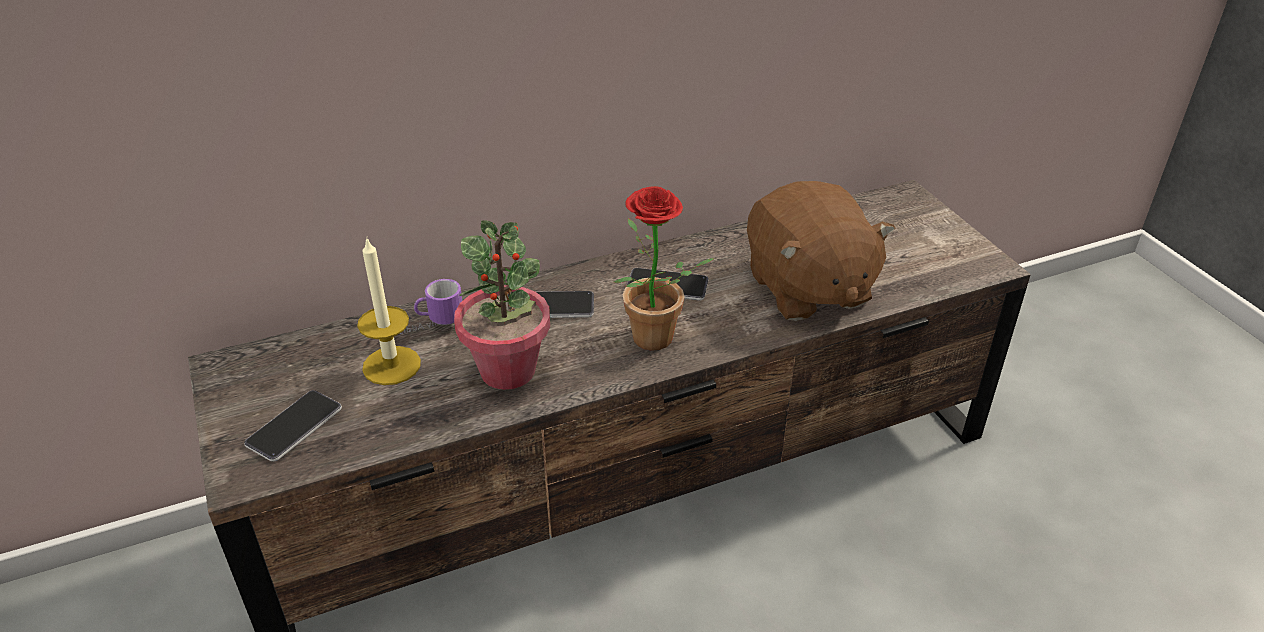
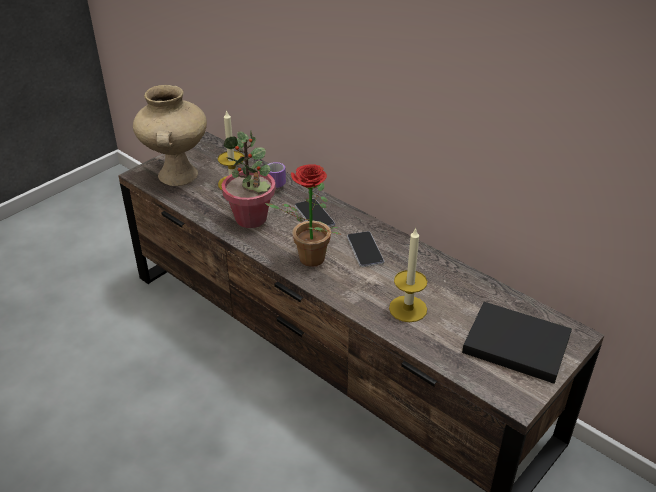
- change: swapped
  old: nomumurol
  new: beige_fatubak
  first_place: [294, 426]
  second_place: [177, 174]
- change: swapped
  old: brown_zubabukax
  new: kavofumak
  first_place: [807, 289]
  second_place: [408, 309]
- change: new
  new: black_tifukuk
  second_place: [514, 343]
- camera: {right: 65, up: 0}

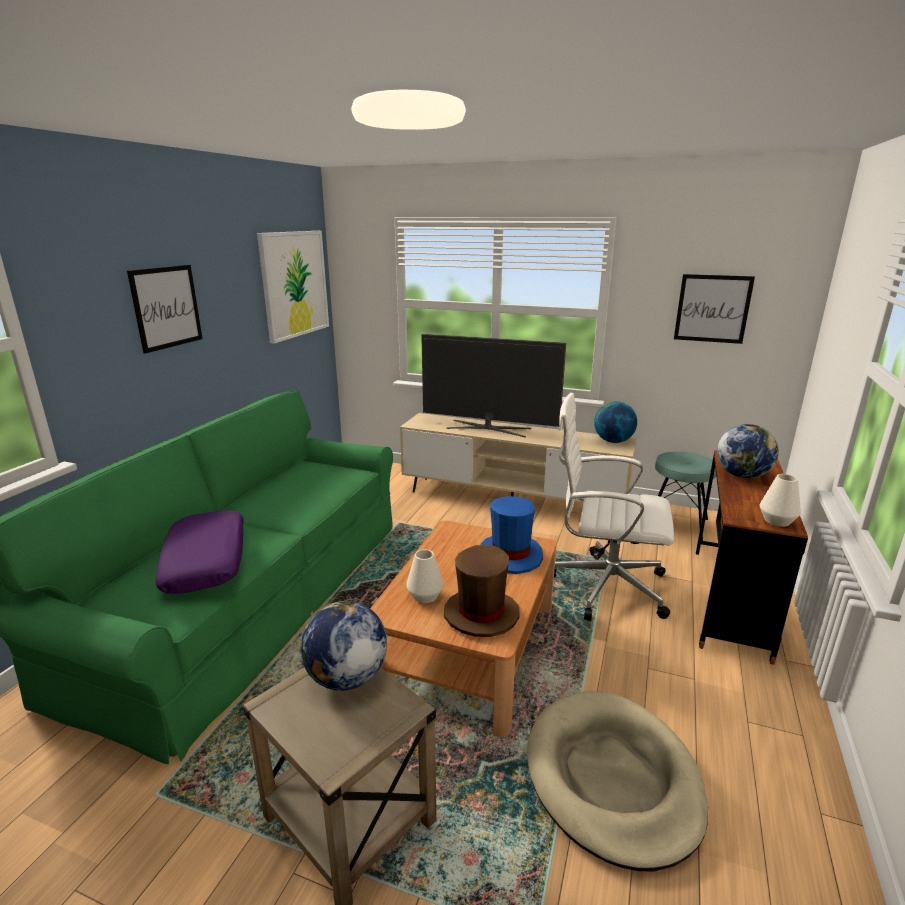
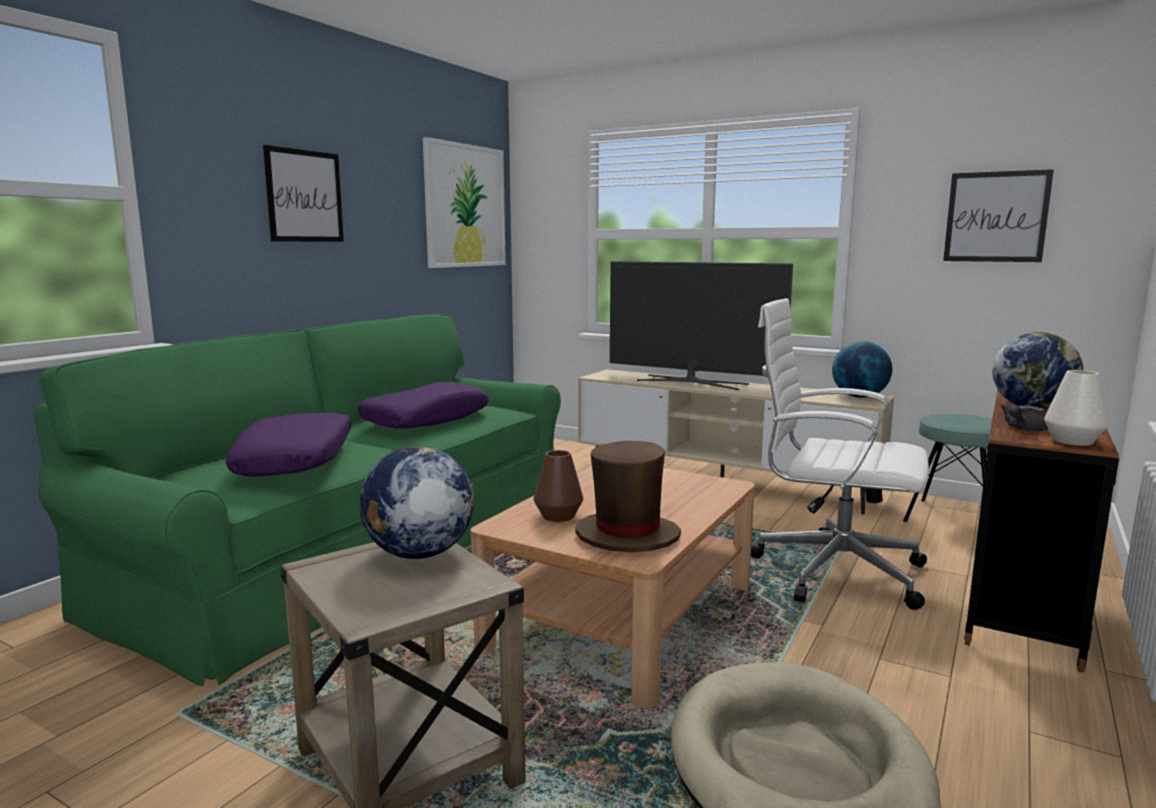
- change: new
  new: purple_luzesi
  second_place: [426, 419]
- change: repainted
  old: white_fatubak
  new: brown_fatubak
  first_place: [425, 596]
  second_place: [558, 516]
- change: new
  new: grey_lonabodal
  second_place: [1022, 429]
- change: gone
  old: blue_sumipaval
  first_place: [511, 555]
- camera: {right: 10, up: -10}

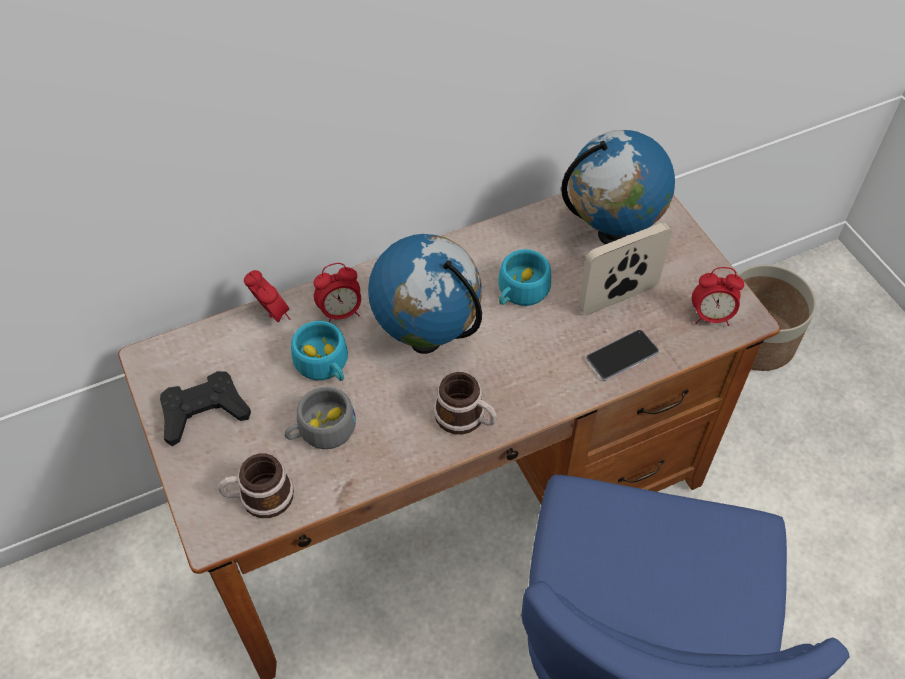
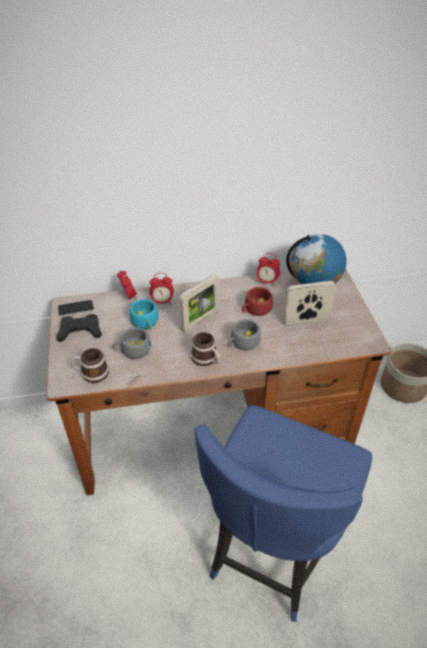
- change: shifted
  old: nomumurol
  first_place: [622, 356]
  second_place: [76, 309]
- change: swapped
  old: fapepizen
  new: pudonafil
  first_place: [427, 339]
  second_place: [200, 321]
- change: new
  new: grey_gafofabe
  second_place: [242, 343]
- change: repainted
  old: turquoise_gafofabe
  new: red_gafofabe
  first_place: [519, 292]
  second_place: [255, 309]
- change: shifted
  old: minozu
  first_place: [711, 316]
  second_place: [266, 282]
- camera: {right: 15, up: -10}

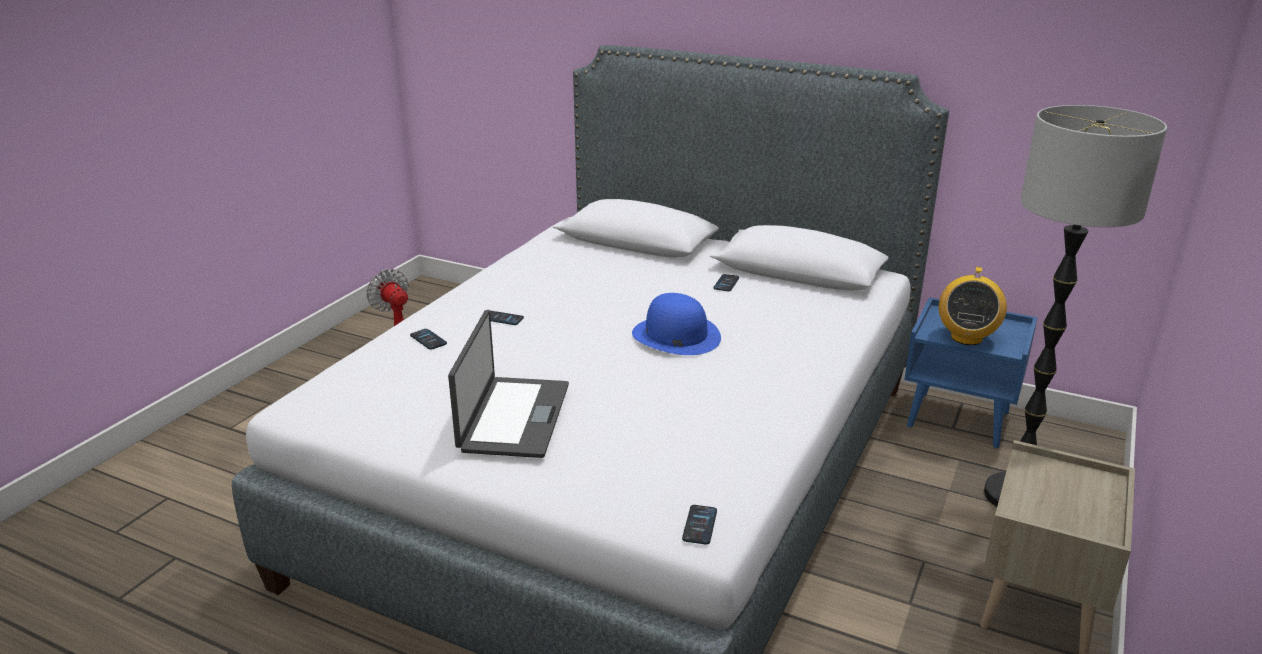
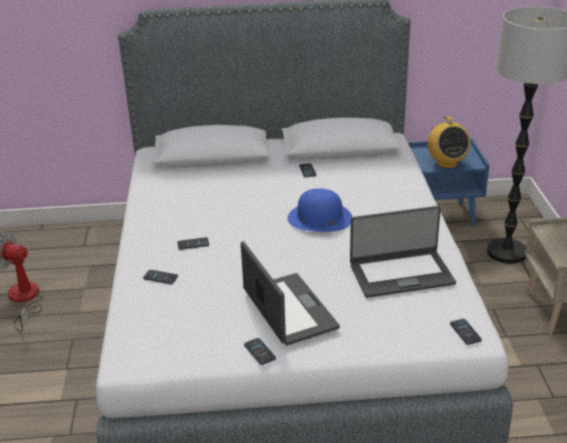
- change: new
  new: nomumurol
  second_place: [259, 352]
- change: new
  new: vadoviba
  second_place: [401, 274]
- camera: {right: -30, up: 5}

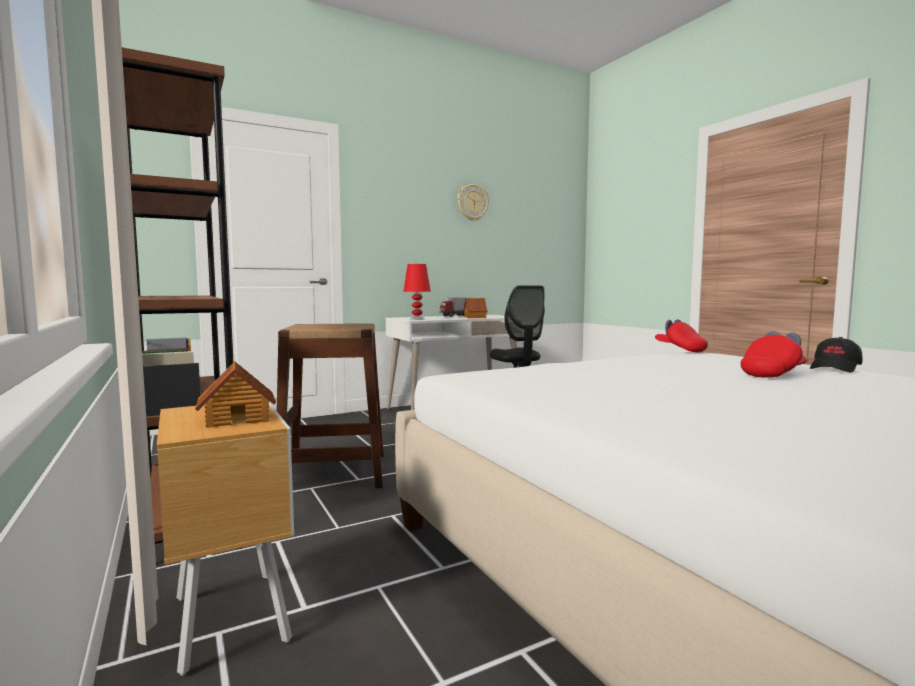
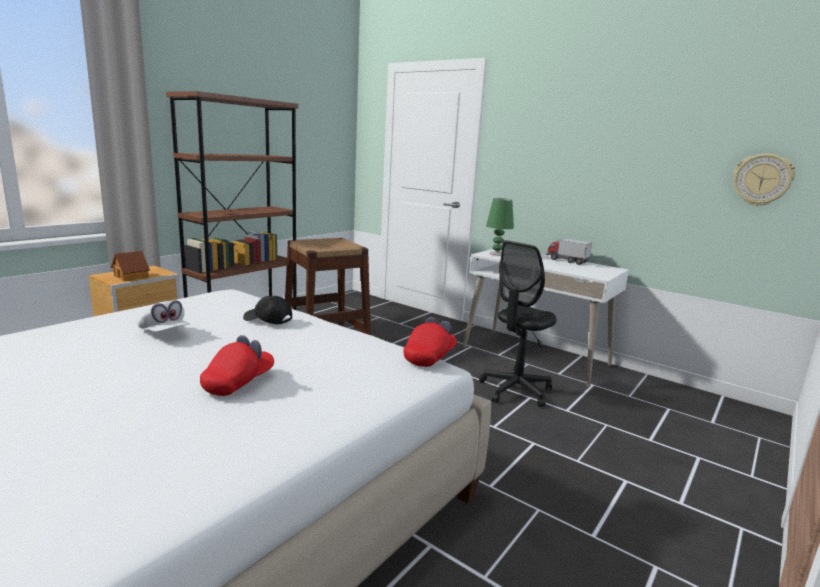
- change: new
  new: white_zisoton
  second_place: [164, 333]
- change: rotated
  old: red_zisoton
  first_place: [773, 374]
  second_place: [238, 382]
  degrees: -90
- change: shifted
  old: black_zisoton
  first_place: [835, 368]
  second_place: [267, 320]
- change: repainted
  old: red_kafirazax
  new: green_kafirazax
  first_place: [417, 319]
  second_place: [497, 254]
- change: shifted
  old: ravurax
  first_place: [472, 202]
  second_place: [762, 180]
- change: gone
  old: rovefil
  first_place: [474, 317]
- camera: {right: 65, up: 10}

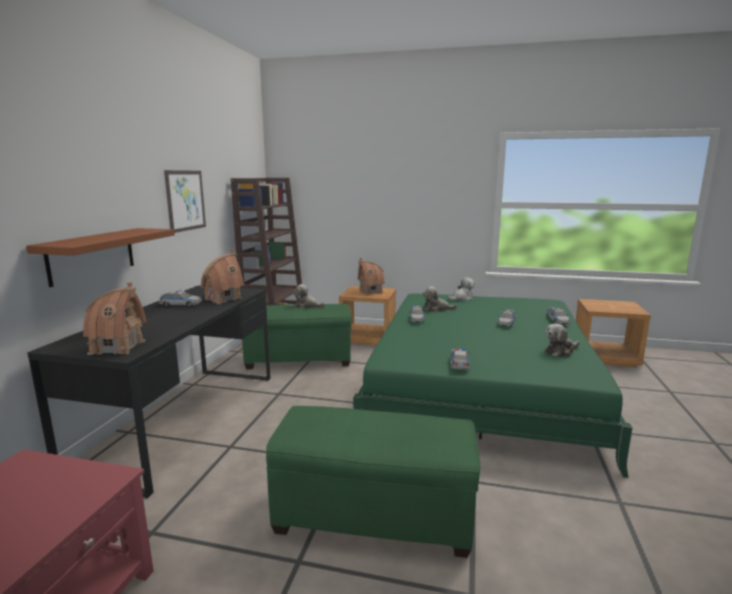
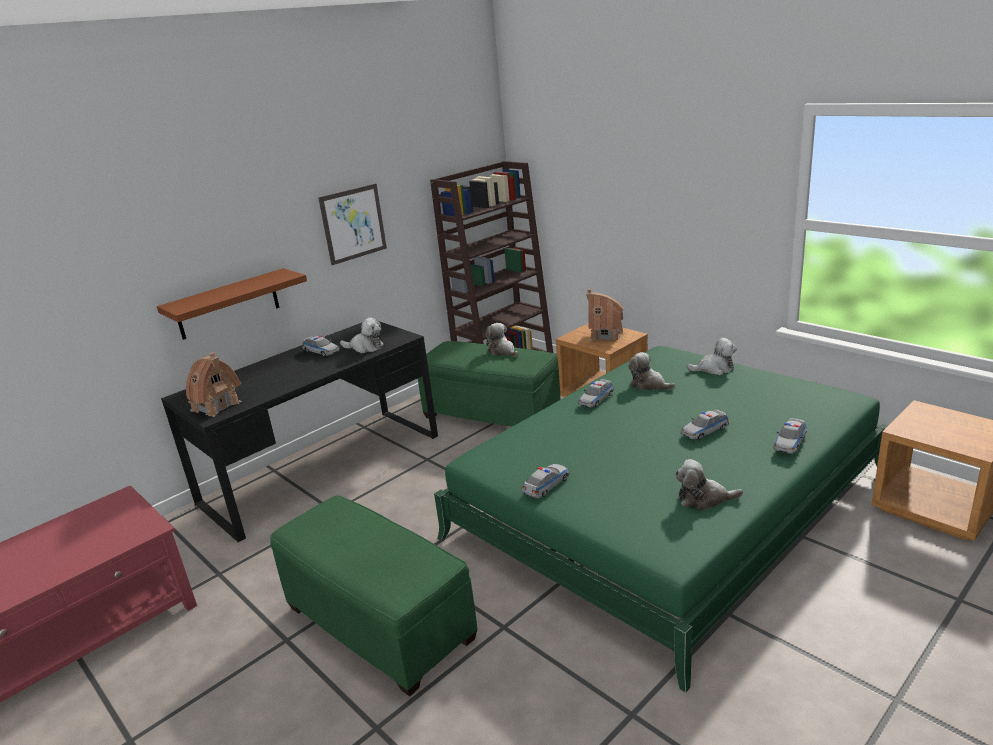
- change: swapped
  old: rovefil
  new: zubabukax
  first_place: [222, 298]
  second_place: [365, 347]
- camera: {right: 35, up: 10}

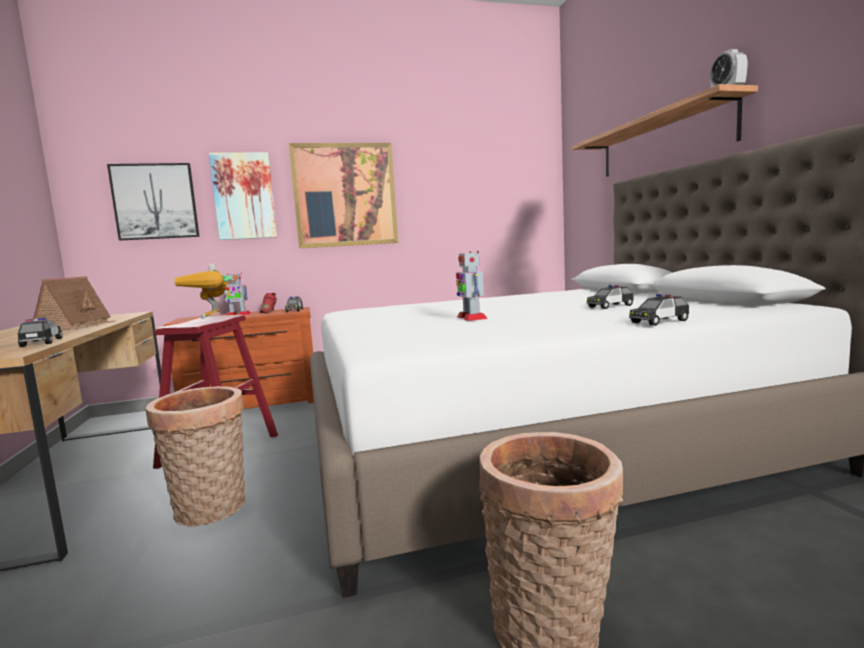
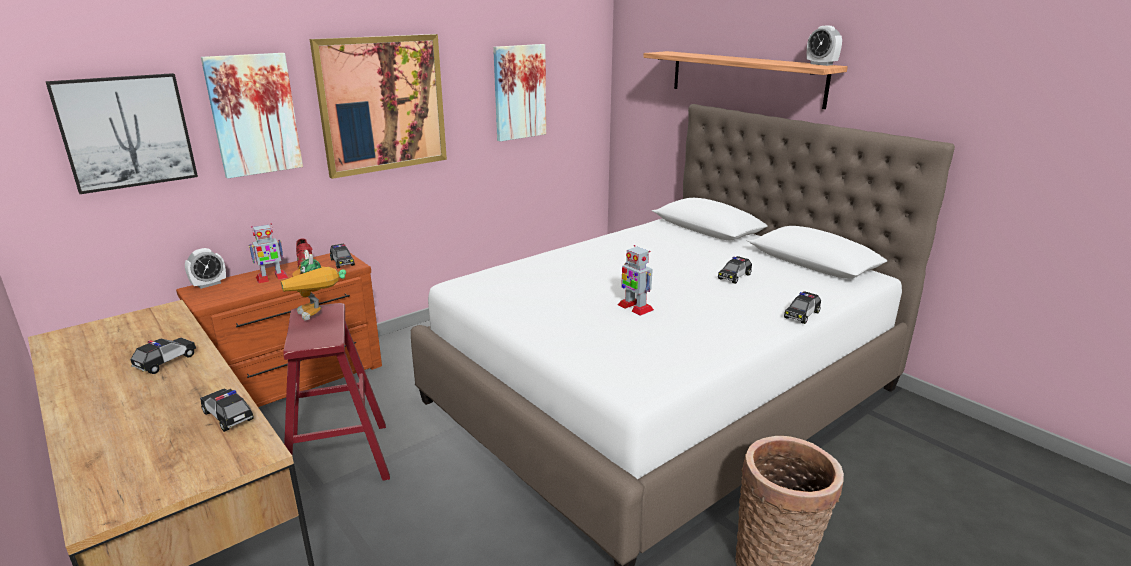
- change: swapped
  old: rovefil
  new: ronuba
  first_place: [76, 326]
  second_place: [165, 362]
- change: new
  new: minozu
  second_place: [209, 284]
- change: new
  new: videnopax
  second_place: [519, 92]
- change: gone
  old: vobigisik
  first_place: [210, 511]
- camera: {right: -25, up: 15}

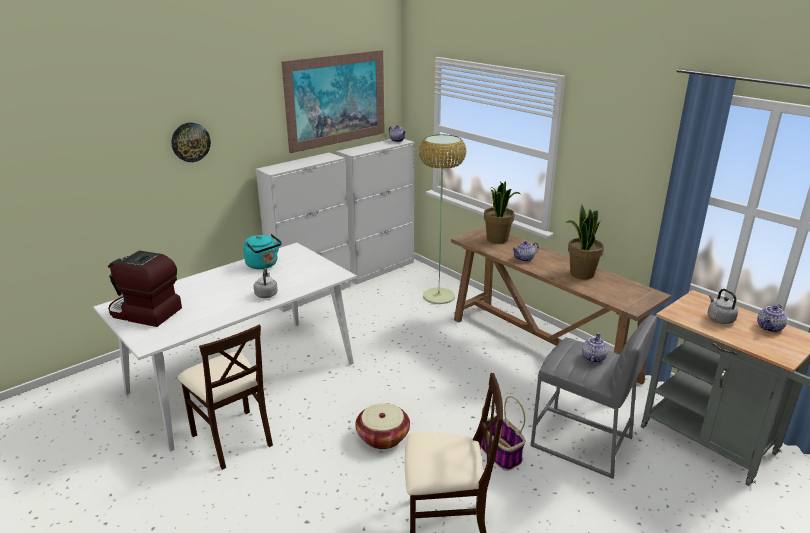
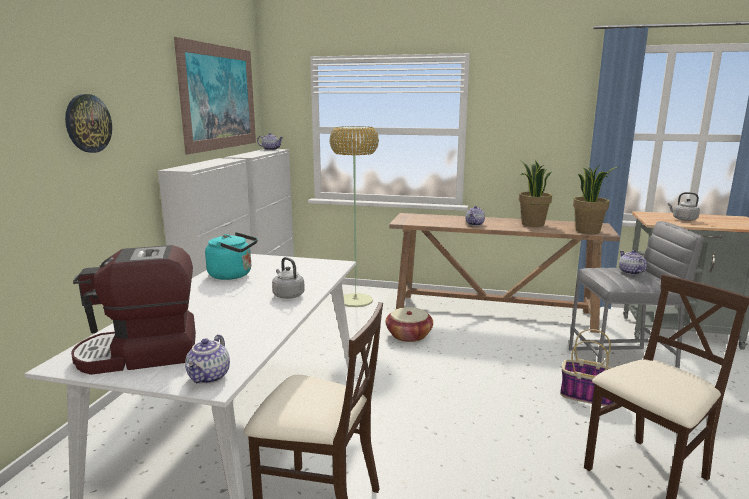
- change: shifted
  old: lonabodal
  first_place: [770, 328]
  second_place: [210, 377]
- change: shifted
  old: vobigisik
  first_place: [383, 437]
  second_place: [409, 335]
- change: shifted
  old: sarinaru
  first_place: [498, 239]
  second_place: [588, 231]
- camera: {right: -35, up: -10}

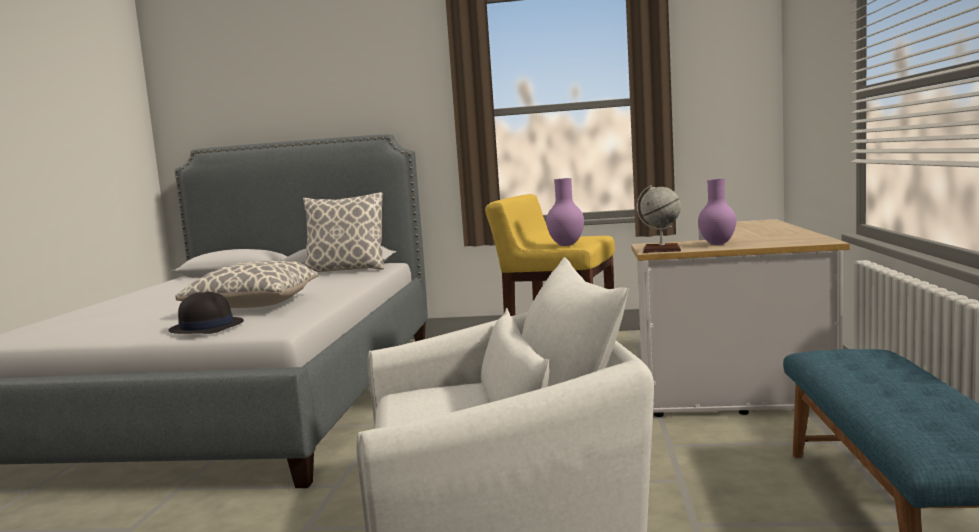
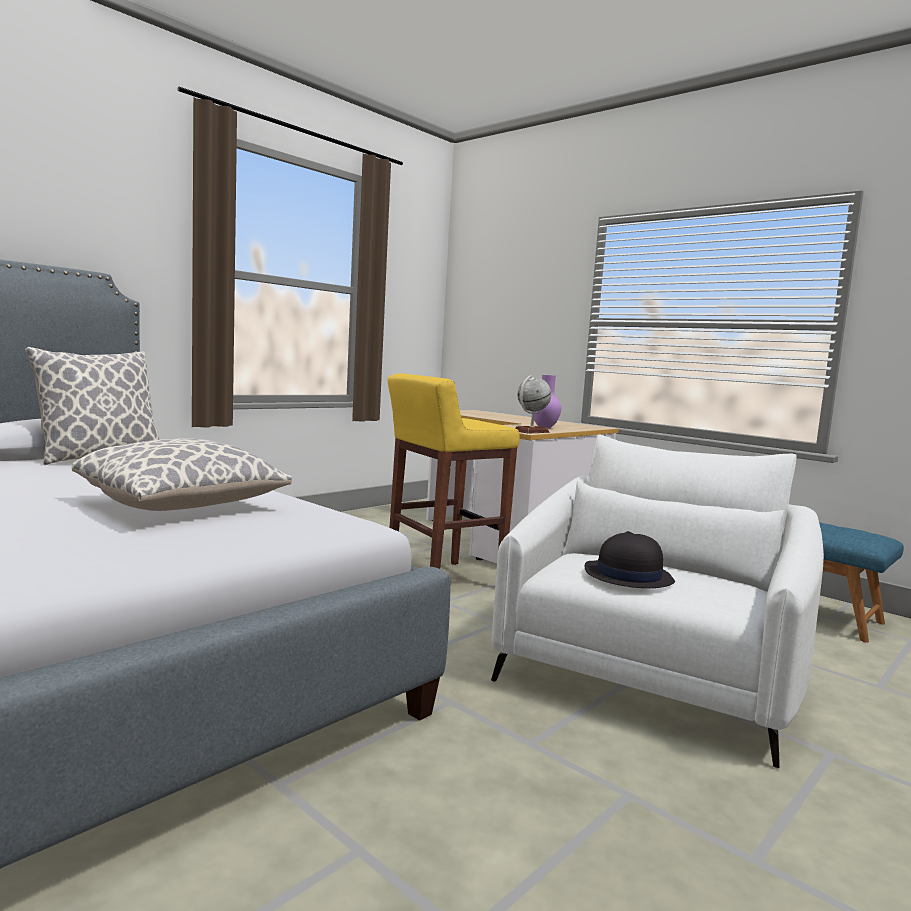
- change: shifted
  old: black_sumipaval
  first_place: [206, 327]
  second_place: [628, 576]
- change: gone
  old: purple_fatubak
  first_place: [566, 245]
- camera: {right: -55, up: 0}

